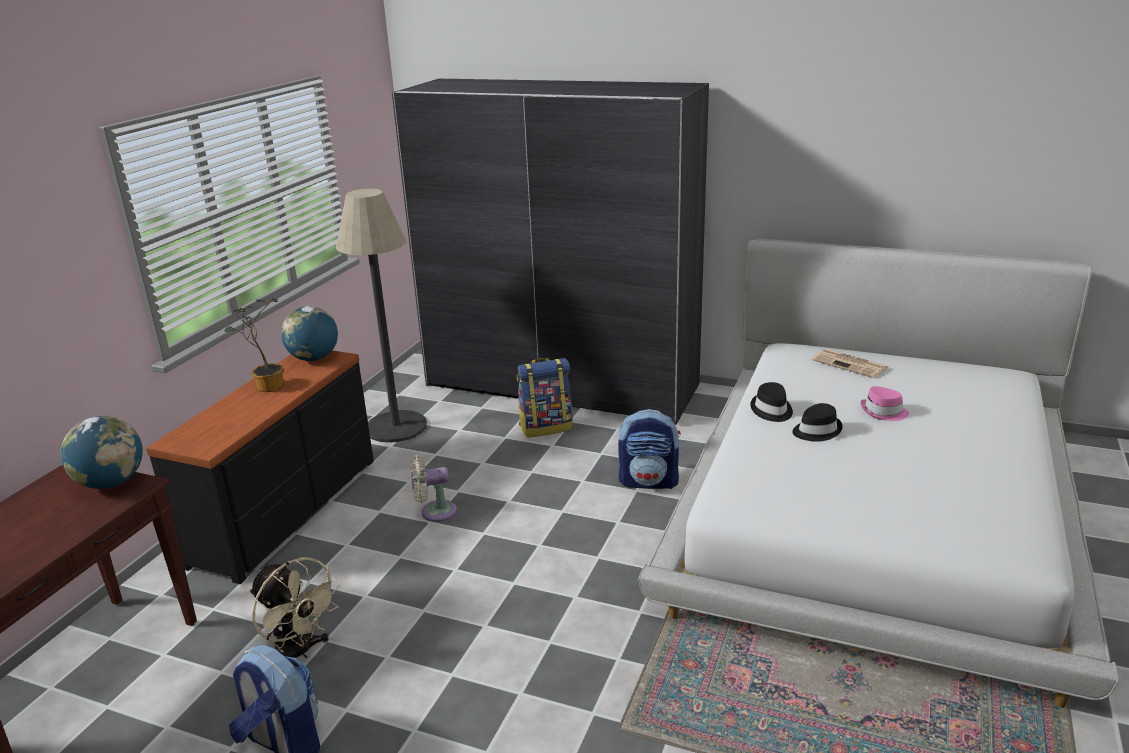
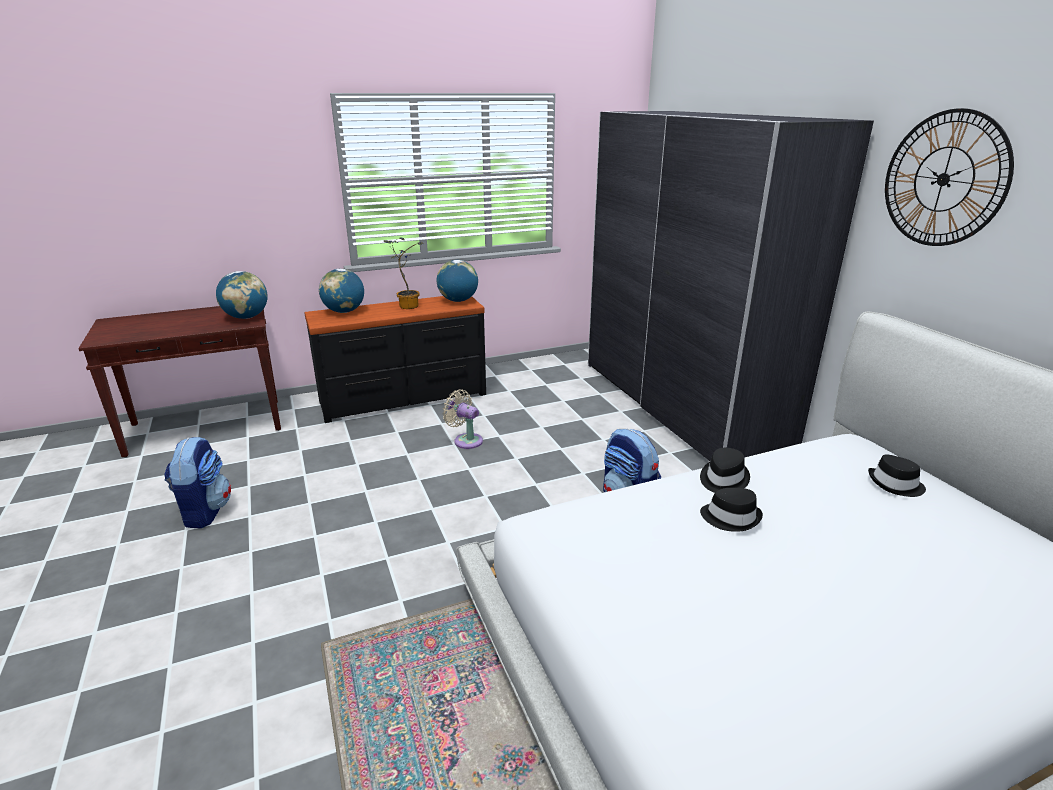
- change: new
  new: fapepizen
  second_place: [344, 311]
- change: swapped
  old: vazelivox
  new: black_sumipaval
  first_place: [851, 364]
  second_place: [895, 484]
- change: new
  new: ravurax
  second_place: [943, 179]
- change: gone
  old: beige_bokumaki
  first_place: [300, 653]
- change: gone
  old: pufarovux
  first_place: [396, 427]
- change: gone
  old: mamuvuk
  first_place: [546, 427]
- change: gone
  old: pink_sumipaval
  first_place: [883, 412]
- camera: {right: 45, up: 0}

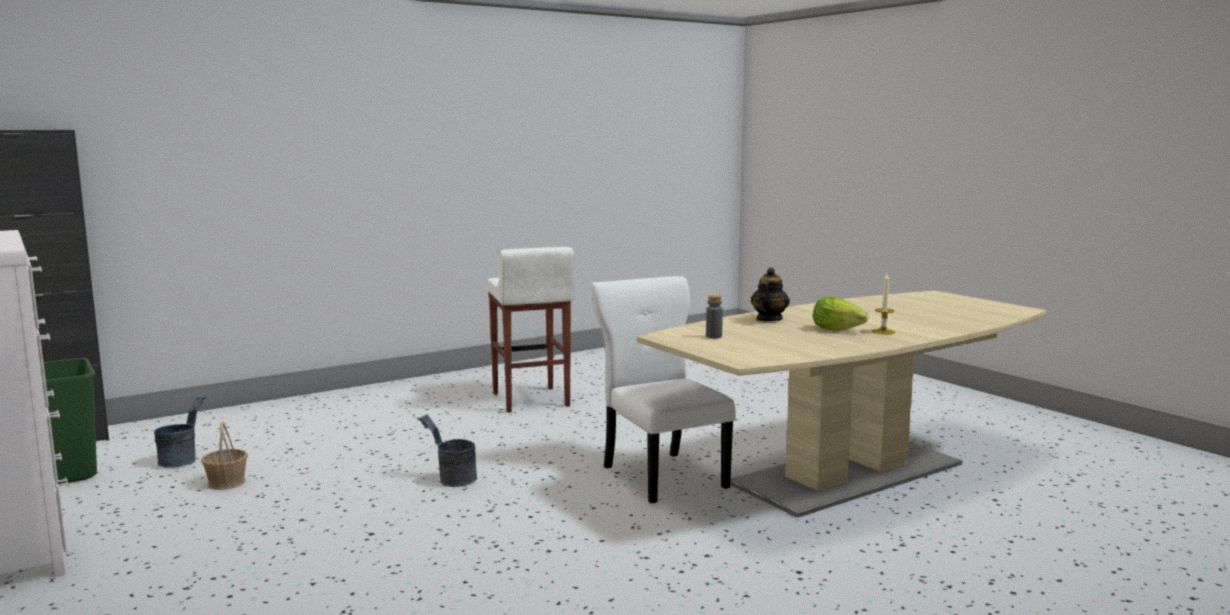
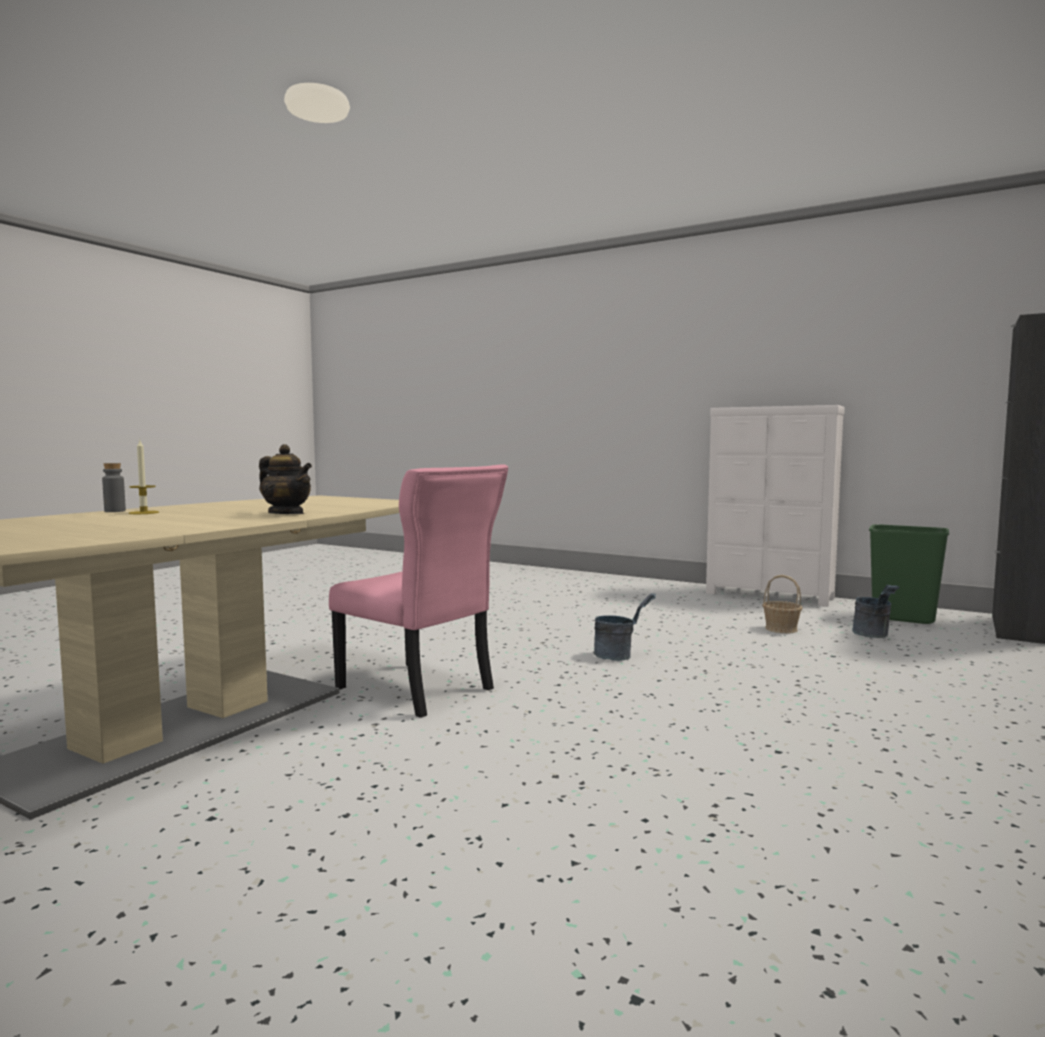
- change: shifted
  old: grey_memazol
  first_place: [713, 336]
  second_place: [115, 511]
- change: rotated
  old: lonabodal
  first_place: [768, 319]
  second_place: [286, 514]
  degrees: -60
- change: repainted
  old: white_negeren
  new: pink_negeren
  first_place: [662, 475]
  second_place: [419, 690]
- change: gone
  old: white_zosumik
  first_place: [530, 400]
- change: gone
  old: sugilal
  first_place: [836, 330]
- camera: {right: 155, up: -5}

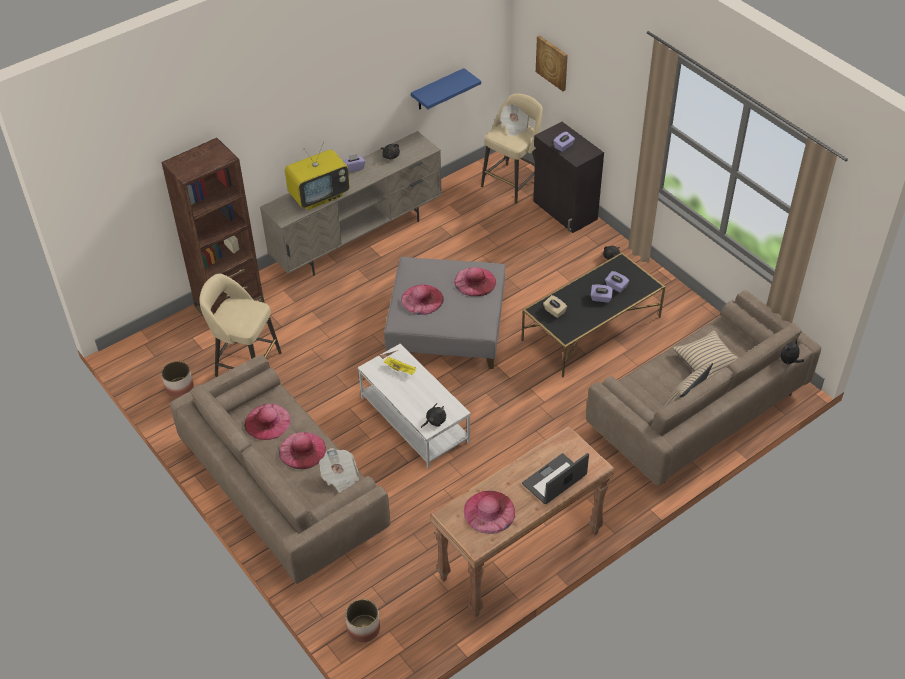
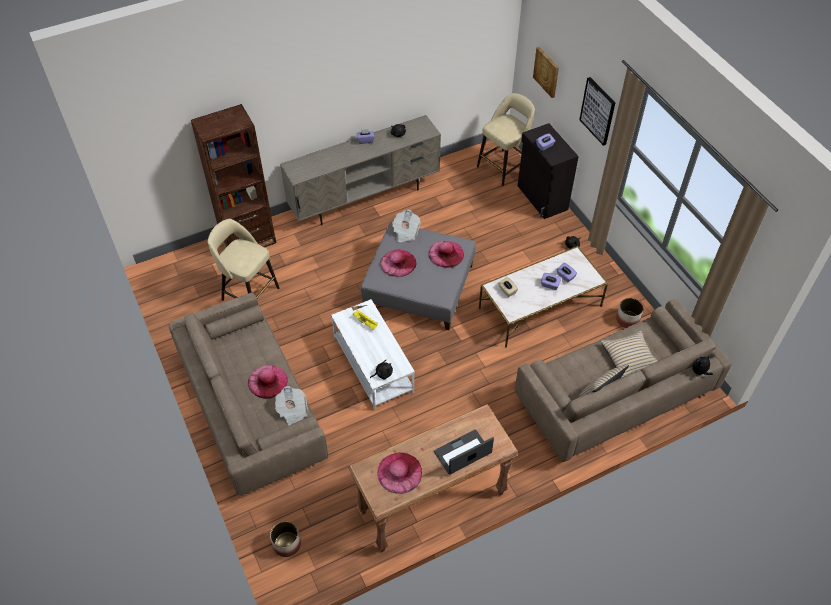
- change: shifted
  old: vazelivox
  first_place: [514, 126]
  second_place: [405, 232]
- change: repainted
  old: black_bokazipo
  new: white_bokazipo
  first_place: [591, 328]
  second_place: [540, 307]
- change: new
  new: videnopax
  second_place: [598, 111]
- change: shifted
  old: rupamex
  first_place: [179, 388]
  second_place: [627, 319]
- change: gone
  old: pink_sumipaval
  first_place: [267, 421]
- change: gone
  old: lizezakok
  first_place: [319, 196]
- change: gone
  old: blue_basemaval
  first_place: [437, 90]
- camera: {right: 10, up: 5}

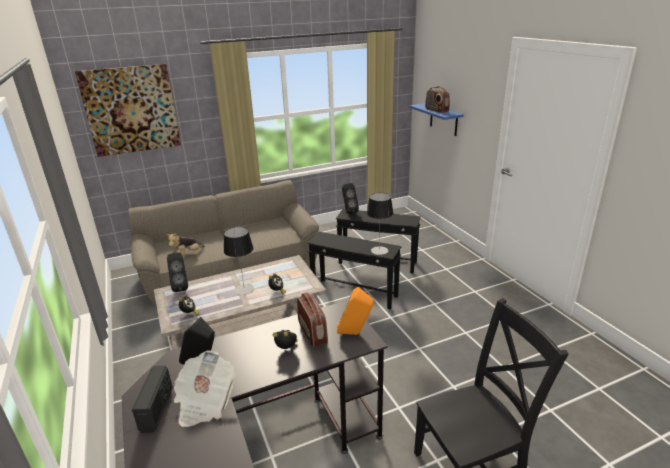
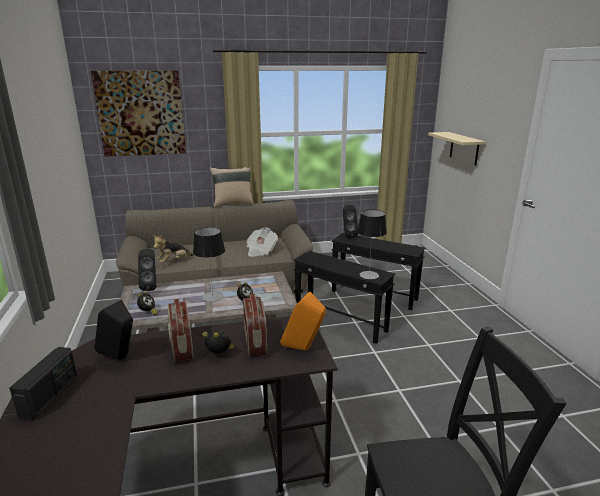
- change: shifted
  old: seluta
  first_place: [436, 110]
  second_place: [181, 348]
- change: new
  new: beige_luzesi
  second_place: [233, 204]
- change: shifted
  old: vazelivox
  first_place: [205, 401]
  second_place: [260, 251]
- change: repainted
  old: blue_basemaval
  new: beige_basemaval
  first_place: [443, 119]
  second_place: [464, 148]
- camera: {right: 10, up: -5}

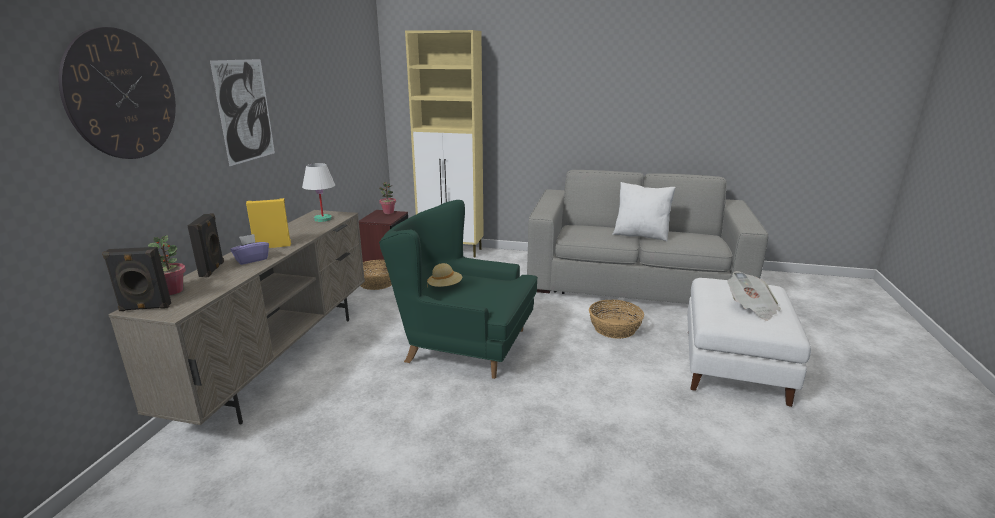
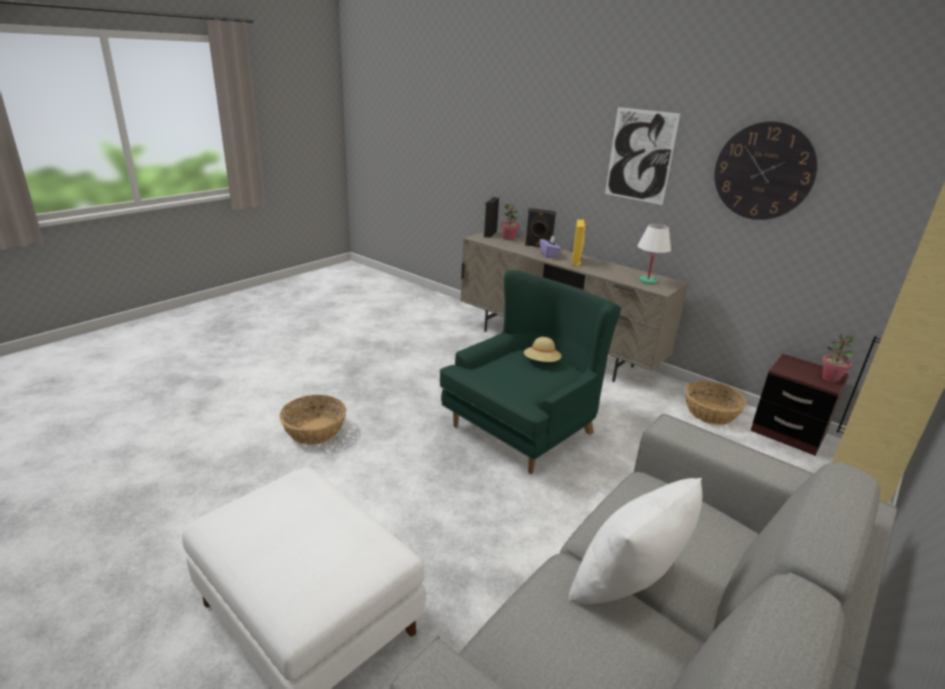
- change: shifted
  old: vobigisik
  first_place: [614, 329]
  second_place: [314, 430]
- change: shifted
  old: ravurax
  first_place: [122, 95]
  second_place: [763, 171]
- change: gone
  old: vazelivox
  first_place: [751, 308]
- camera: {right: 115, up: 5}

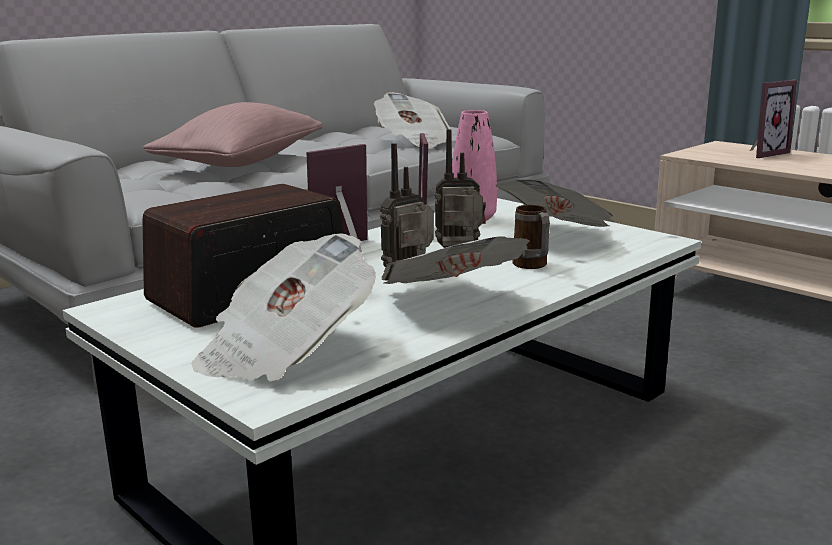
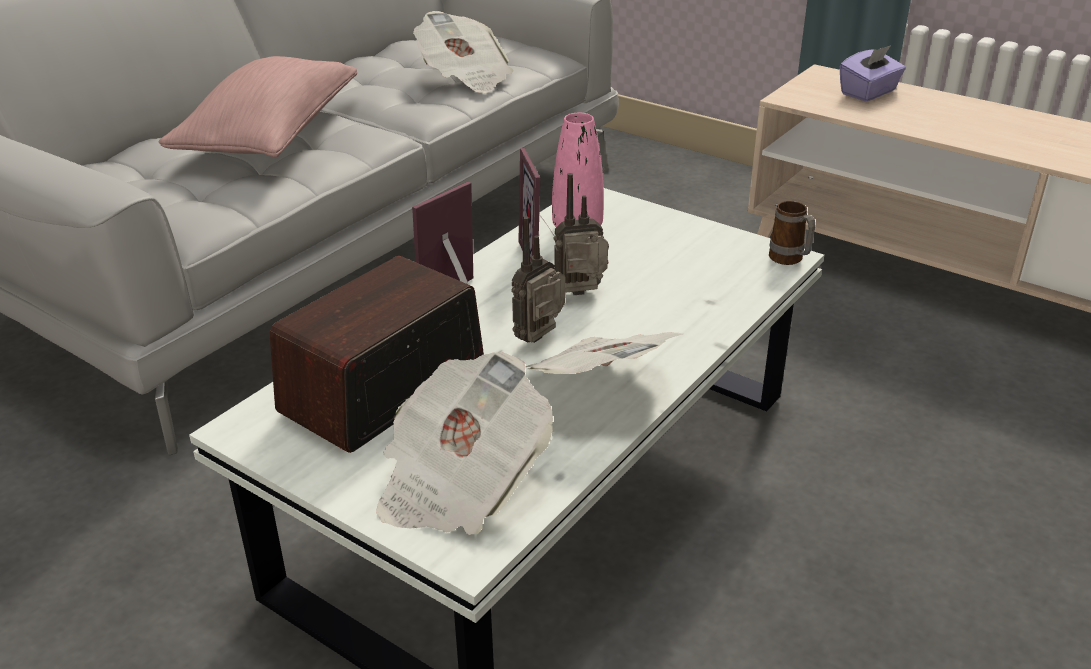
- change: shifted
  old: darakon
  first_place: [532, 266]
  second_place: [790, 260]
- change: swapped
  old: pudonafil
  new: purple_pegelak
  first_place: [762, 153]
  second_place: [869, 93]
- change: gone
  old: vazelivox
  first_place: [559, 237]
- camera: {right: -10, up: 15}

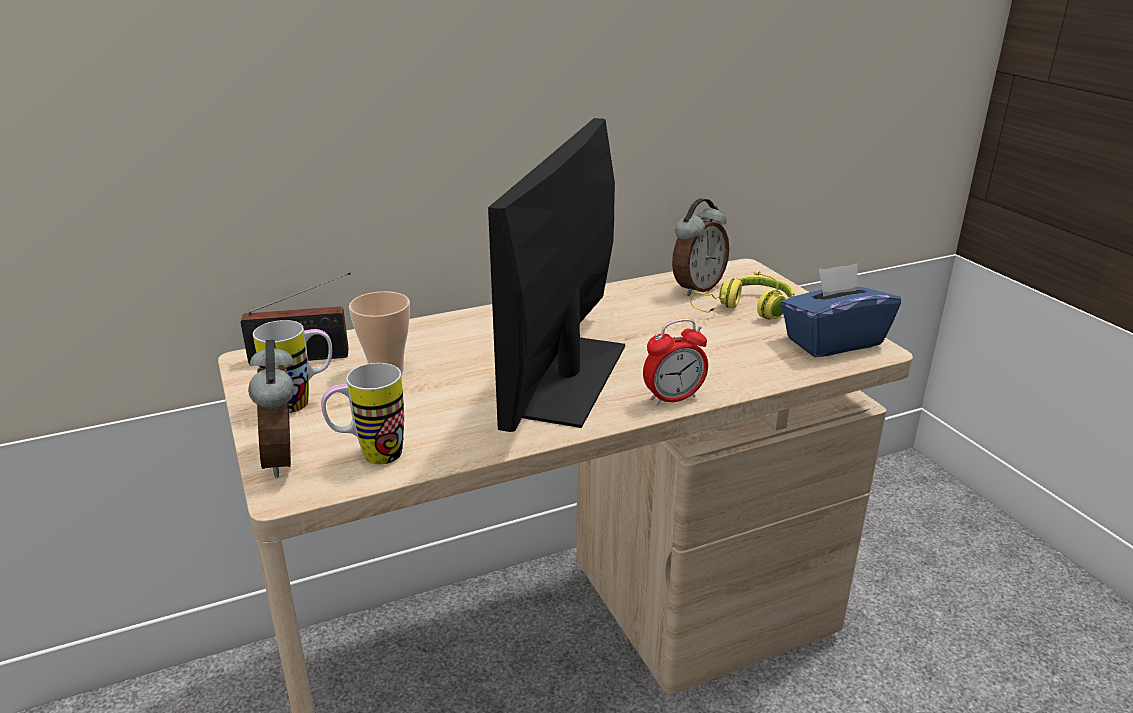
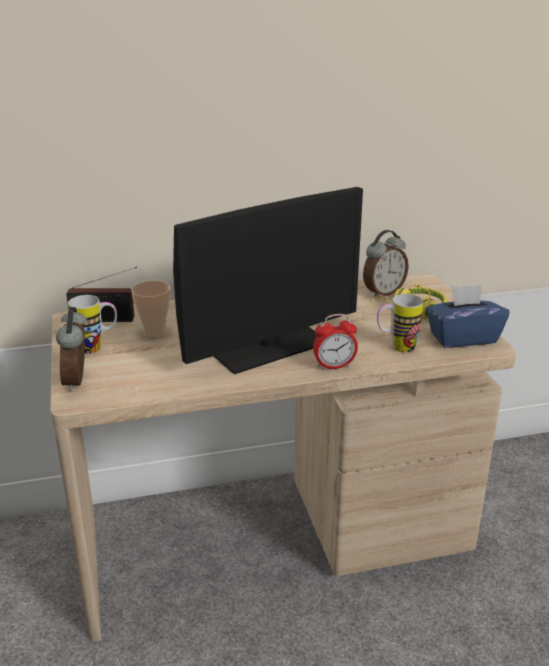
- change: rotated
  old: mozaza
  first_place: [568, 378]
  second_place: [269, 347]
  degrees: -150
- change: shifted
  old: darakon
  first_place: [369, 456]
  second_place: [396, 348]
- camera: {right: 10, up: 0}

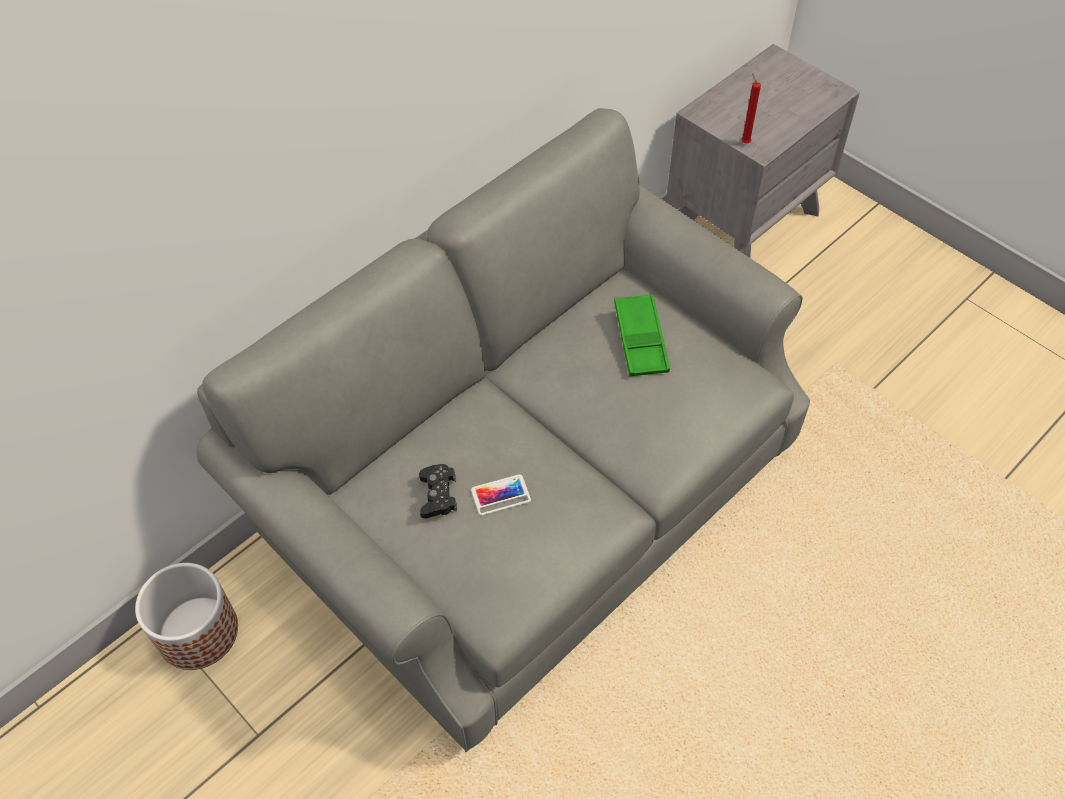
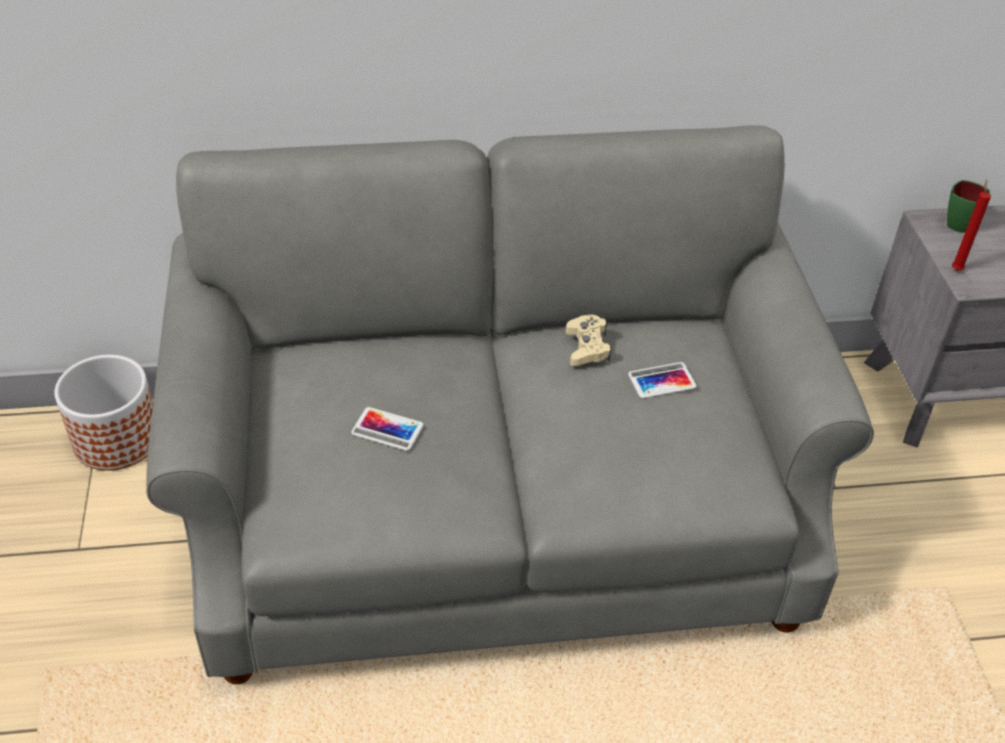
- change: new
  new: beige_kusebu
  second_place: [587, 347]
- change: swapped
  old: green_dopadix
  new: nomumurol
  first_place: [640, 339]
  second_place: [662, 381]
- change: new
  new: green_darakon
  second_place: [960, 222]
- change: gone
  old: black_kusebu
  first_place: [438, 495]
- camera: {right: 35, up: -10}

